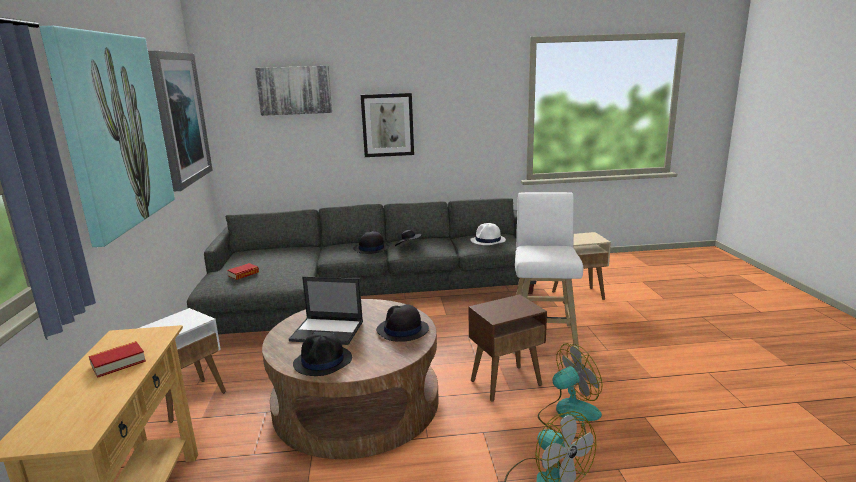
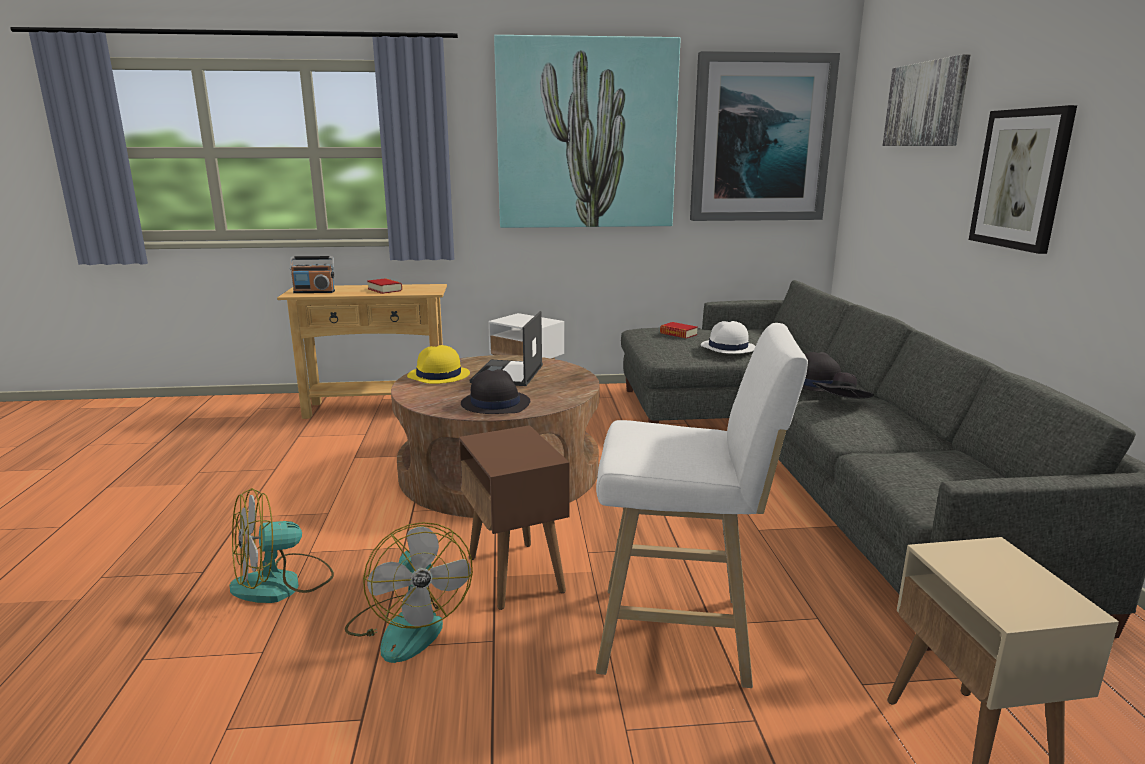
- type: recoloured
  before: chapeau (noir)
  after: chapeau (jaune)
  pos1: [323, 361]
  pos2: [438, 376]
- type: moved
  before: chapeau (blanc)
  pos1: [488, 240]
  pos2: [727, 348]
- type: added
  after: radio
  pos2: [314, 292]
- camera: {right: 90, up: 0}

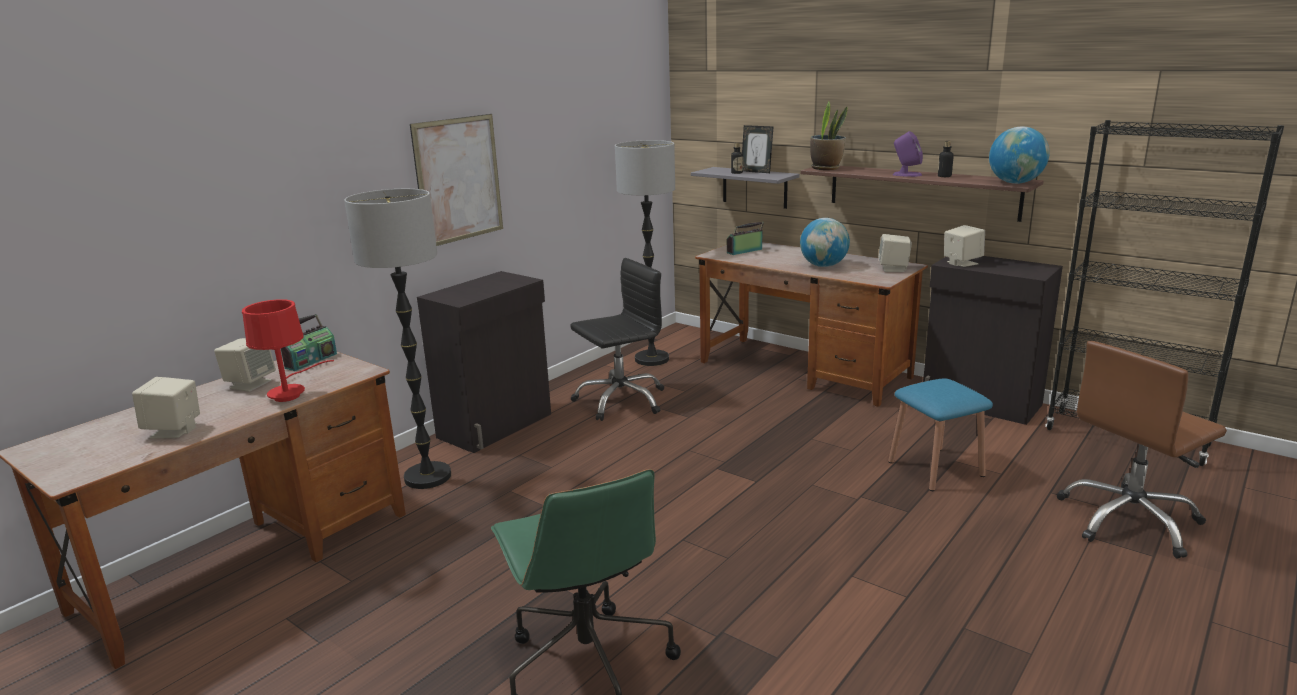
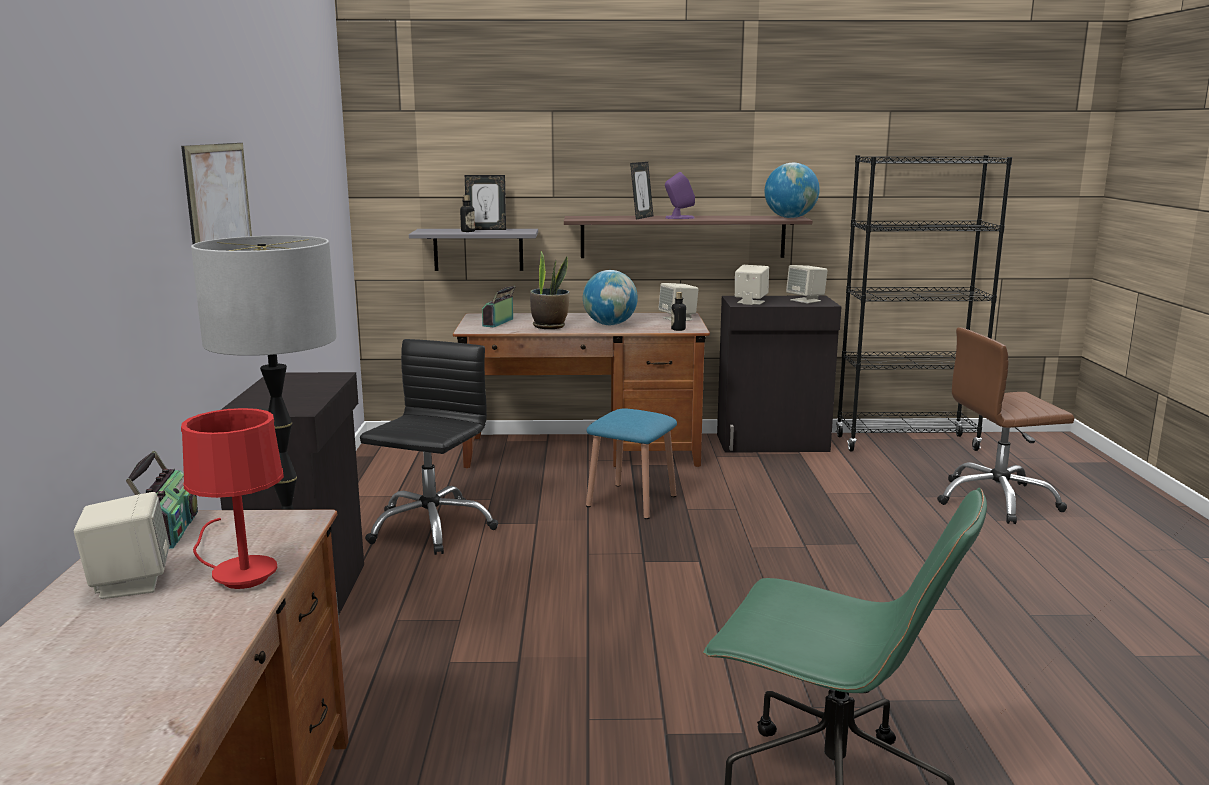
- type: moved
  before: enceinte (beige)
  pos1: [174, 431]
  pos2: [806, 300]
- type: removed
  before: lampadaire
  pos1: [652, 359]
- type: moved
  before: plante en pot
  pos1: [826, 168]
  pos2: [549, 326]
- type: moved
  before: tabouret (bleu)
  pos1: [935, 468]
  pos2: [631, 501]
- type: moved
  before: bouteille
  pos1: [944, 176]
  pos2: [678, 329]
- type: turned
  before: chaise de bureau (marron)
  pos1: [1129, 520]
  pos2: [997, 500]
  turn: 60
- type: added
  after: cadre photo
  pos2: [641, 217]
- camera: {right: -40, up: -5}

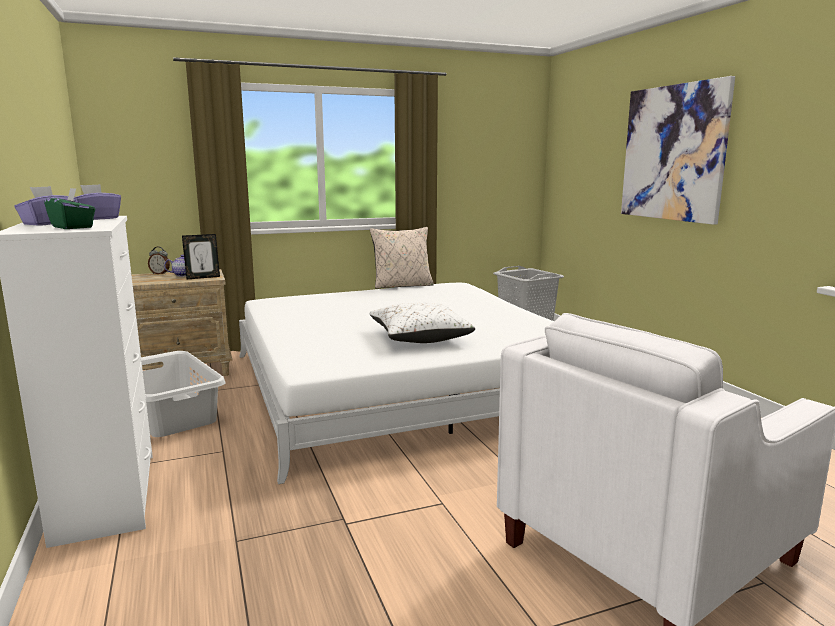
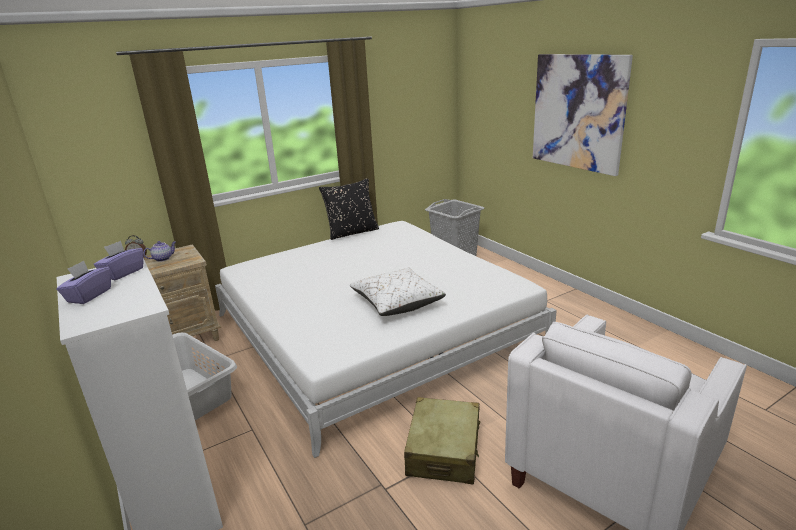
- type: removed
  before: boîte à mouchoirs (vert)
  pos1: [73, 227]
- type: removed
  before: cadre photo
  pos1: [203, 277]
- type: recoloured
  before: coussin (beige)
  after: coussin (noir)
  pos1: [402, 285]
  pos2: [352, 232]
- type: added
  after: valise (beige)
  pos2: [444, 450]
- camera: {right: -10, up: 10}

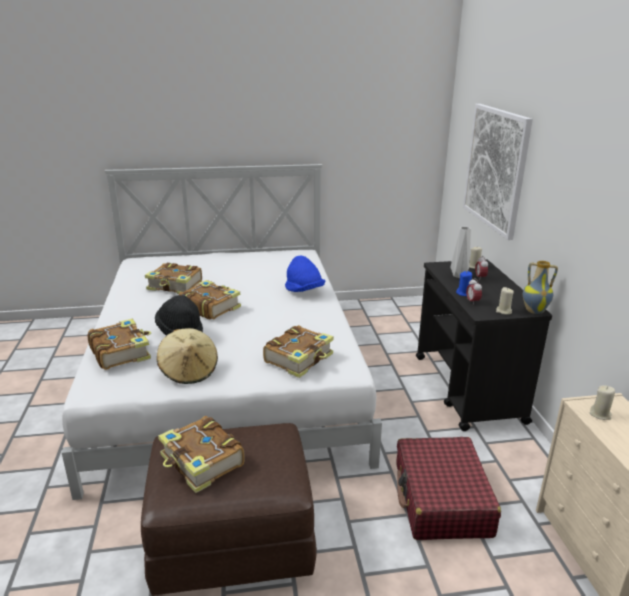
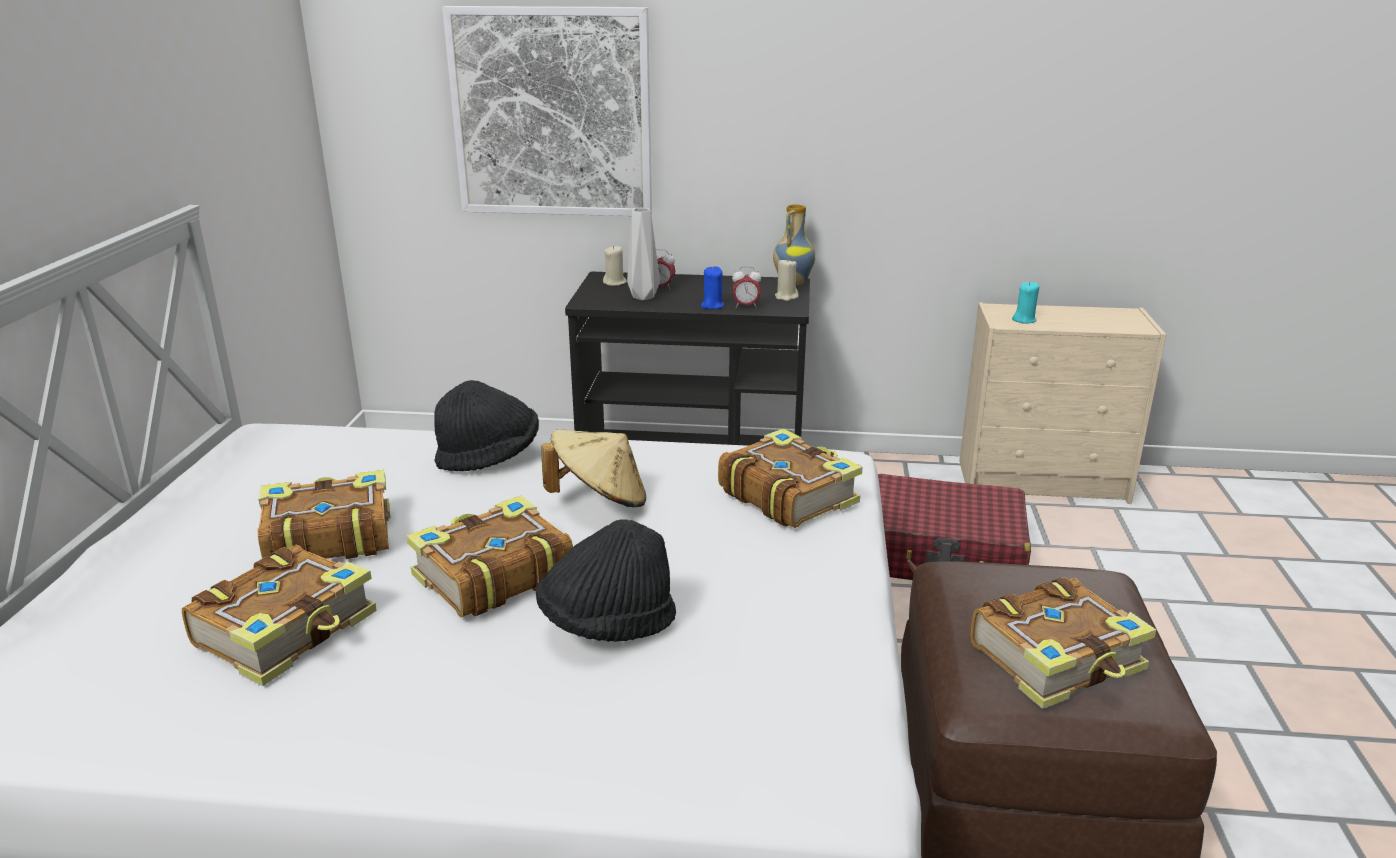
- type: moved
  before: livre
  pos1: [121, 352]
  pos2: [327, 537]
- type: moved
  before: chapeau (beige)
  pos1: [189, 371]
  pos2: [599, 500]
- type: recoloured
  before: chapeau (bleu)
  after: chapeau (noir)
  pos1: [304, 291]
  pos2: [489, 457]
- type: recoloured
  before: bougie (beige)
  after: bougie (turquoise)
  pos1: [600, 414]
  pos2: [1024, 320]
- camera: {right: -75, up: 0}

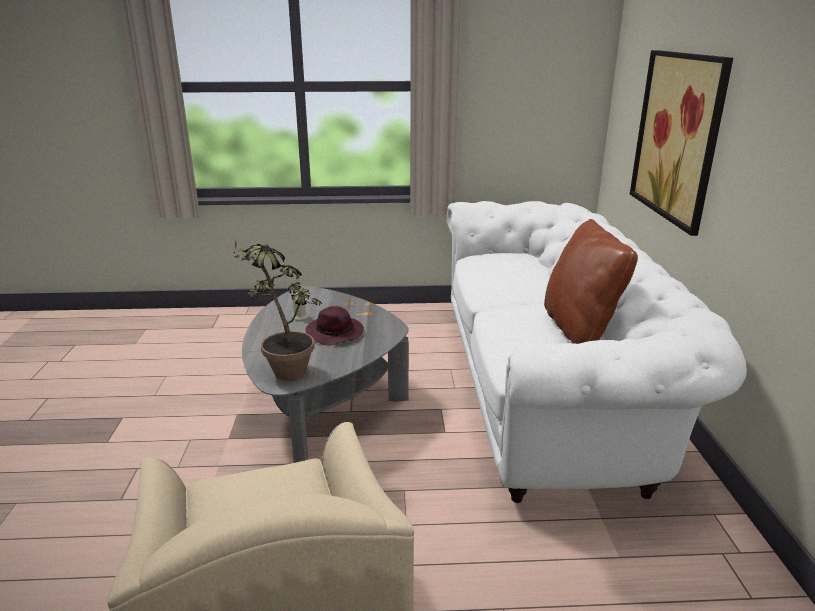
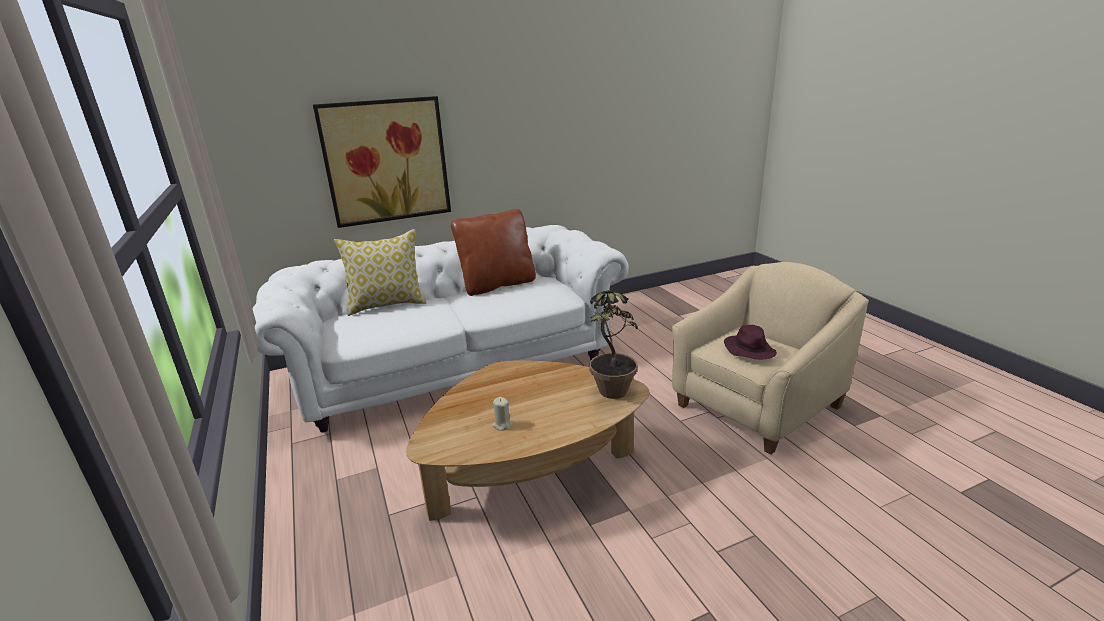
- type: recoloured
  before: table basse (gris)
  after: table basse (marron)
  pos1: [323, 400]
  pos2: [531, 473]
- type: moved
  before: chapeau (violet)
  pos1: [336, 333]
  pos2: [749, 350]
- type: added
  after: coussin
  pos2: [387, 305]
- camera: {right: -110, up: 0}

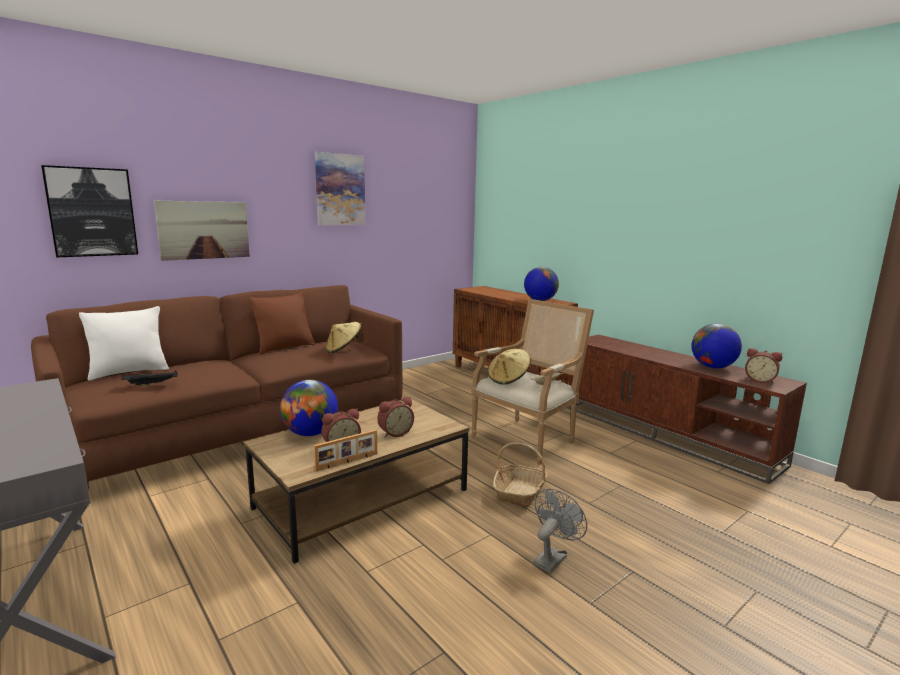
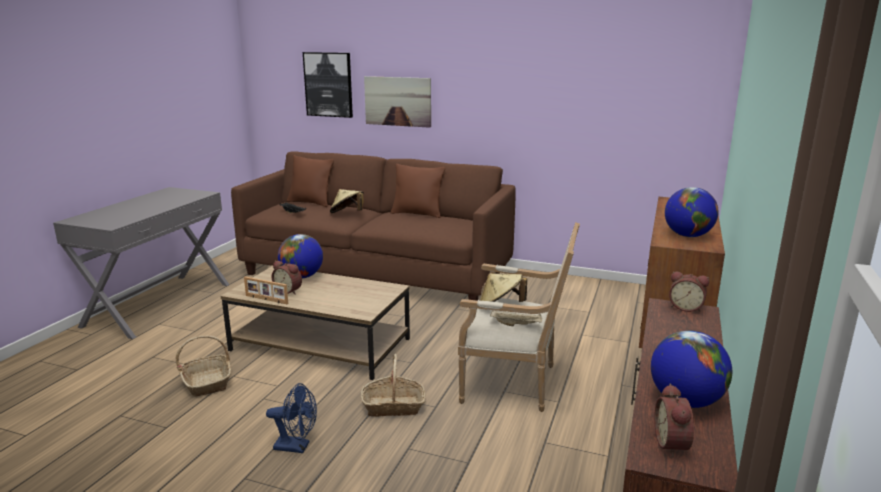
- type: recoloured
  before: coussin (blanc)
  after: coussin (marron)
  pos1: [129, 372]
  pos2: [311, 202]
- type: removed
  before: tableau
  pos1: [340, 190]
- type: moved
  before: chapeau (beige)
  pos1: [343, 350]
  pos2: [347, 213]
- type: moved
  before: réveil
  pos1: [394, 433]
  pos2: [686, 307]
- type: recoloured
  before: ventilateur (gris)
  after: ventilateur (bleu)
  pos1: [552, 557]
  pos2: [297, 447]
- type: added
  after: panier
  pos2: [207, 382]
- camera: {right: 60, up: 5}

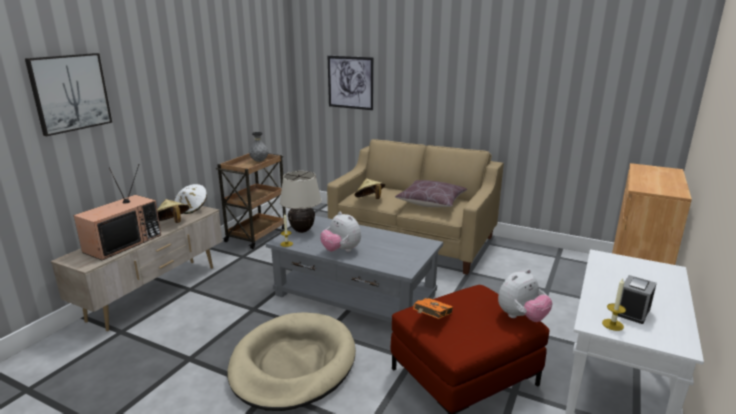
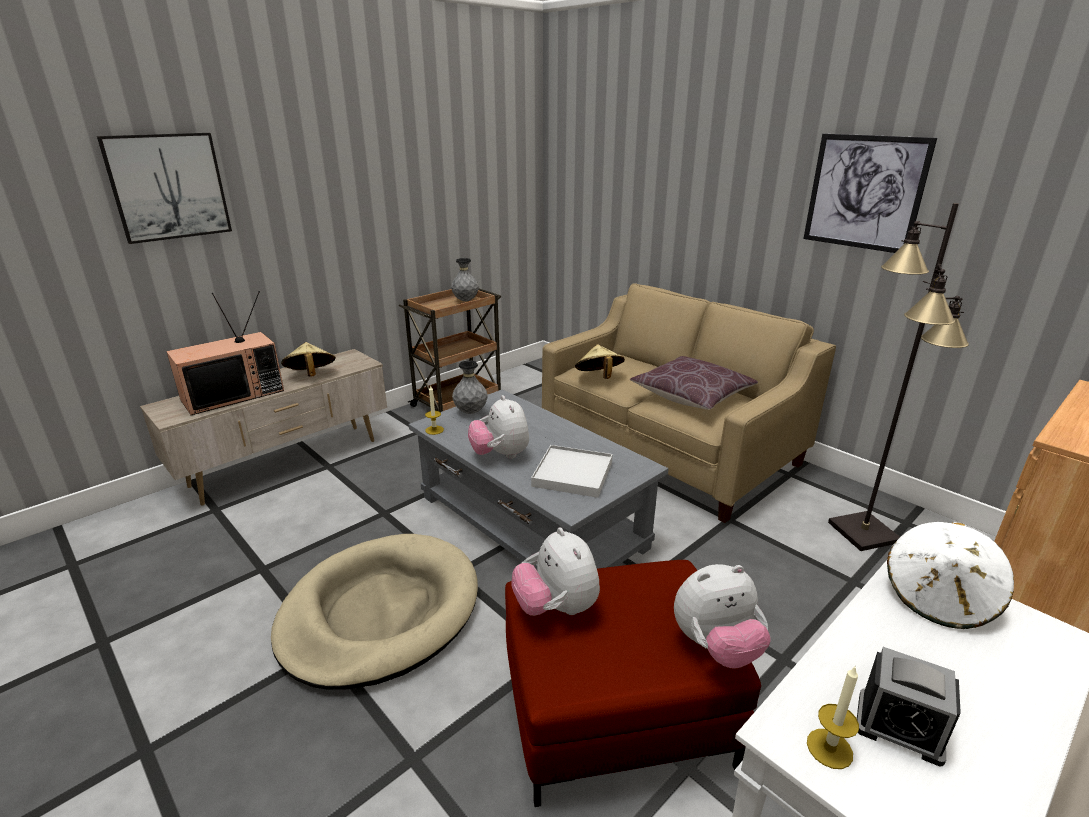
- type: moved
  before: chapeau (blanc)
  pos1: [192, 209]
  pos2: [939, 598]
- type: replaced
  before: lampe de table (beige)
  after: vase (gris)
  pos1: [302, 230]
  pos2: [470, 412]
- type: moved
  before: tableau
  pos1: [350, 82]
  pos2: [864, 192]
- type: replaced
  before: livre (orange)
  after: peluche
  pos1: [431, 318]
  pos2: [556, 608]
- type: turned
  before: réveil
  pos1: [633, 311]
  pos2: [899, 727]
  turn: -120
- type: added
  after: plateau (blanc)
  pos2: [572, 474]
- type: added
  after: lampadaire (noir)
  pos2: [863, 531]
- camera: {right: 20, up: 5}

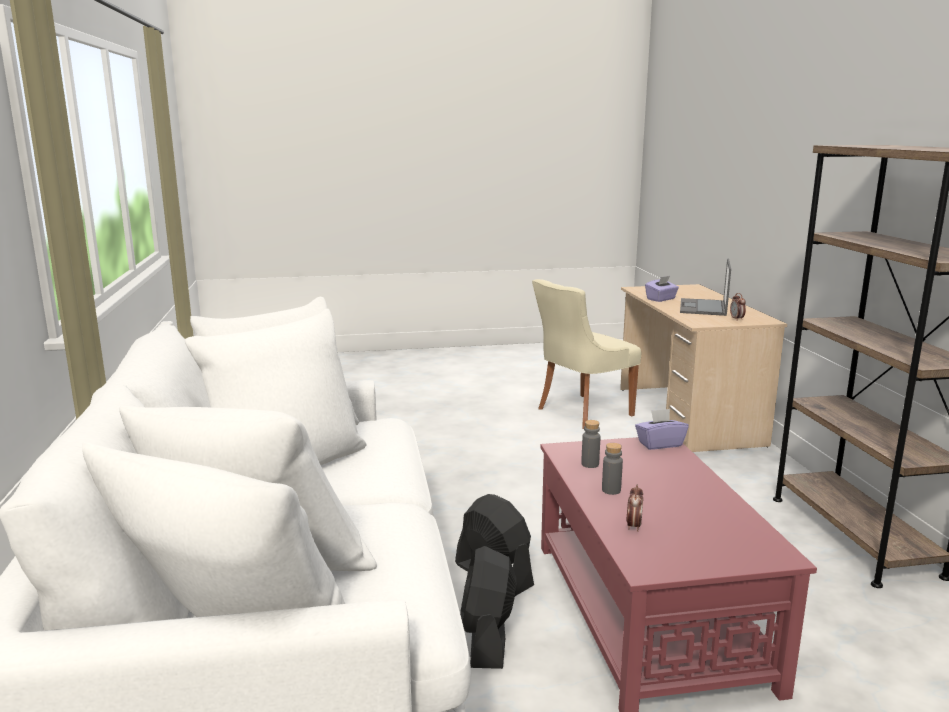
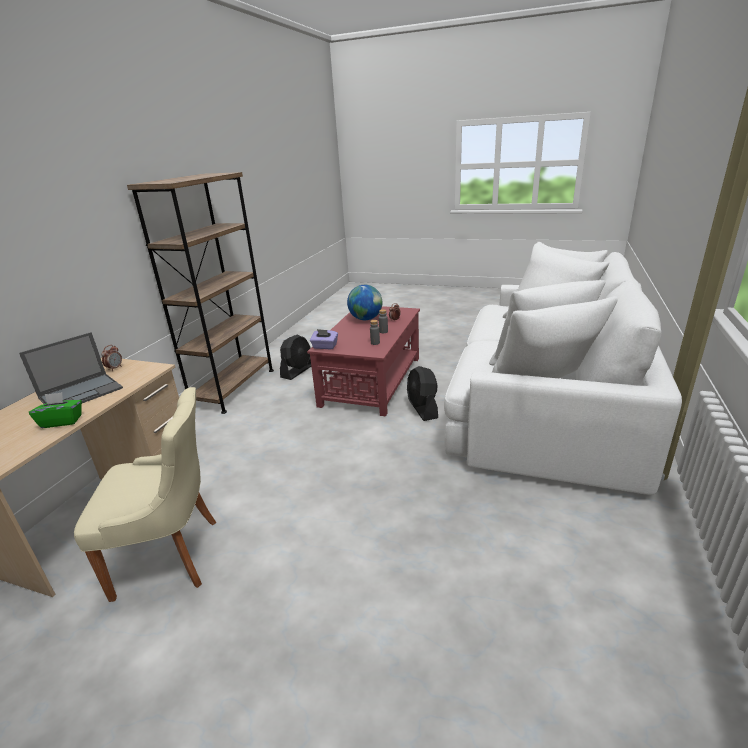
- type: moved
  before: ventilateur (noir)
  pos1: [487, 638]
  pos2: [297, 371]
- type: recoloured
  before: boîte à mouchoirs (violet)
  after: boîte à mouchoirs (vert)
  pos1: [661, 299]
  pos2: [62, 421]
- type: added
  after: globe
  pos2: [366, 319]
- camera: {right: -150, up: 10}

